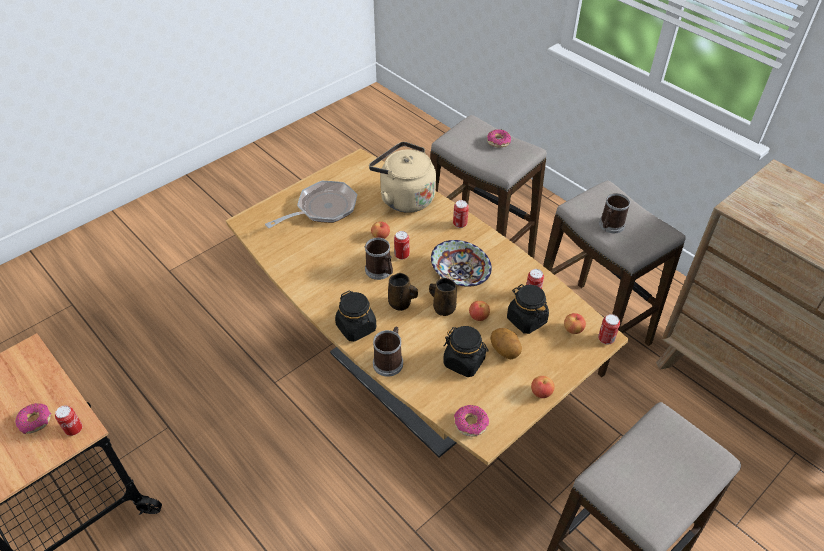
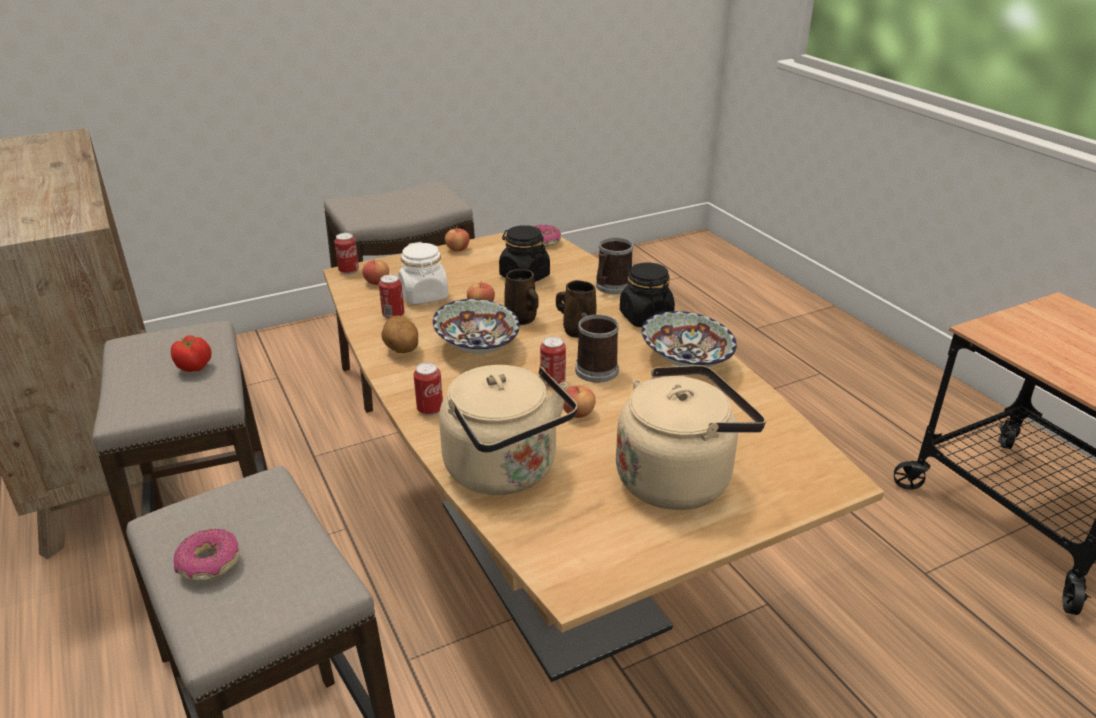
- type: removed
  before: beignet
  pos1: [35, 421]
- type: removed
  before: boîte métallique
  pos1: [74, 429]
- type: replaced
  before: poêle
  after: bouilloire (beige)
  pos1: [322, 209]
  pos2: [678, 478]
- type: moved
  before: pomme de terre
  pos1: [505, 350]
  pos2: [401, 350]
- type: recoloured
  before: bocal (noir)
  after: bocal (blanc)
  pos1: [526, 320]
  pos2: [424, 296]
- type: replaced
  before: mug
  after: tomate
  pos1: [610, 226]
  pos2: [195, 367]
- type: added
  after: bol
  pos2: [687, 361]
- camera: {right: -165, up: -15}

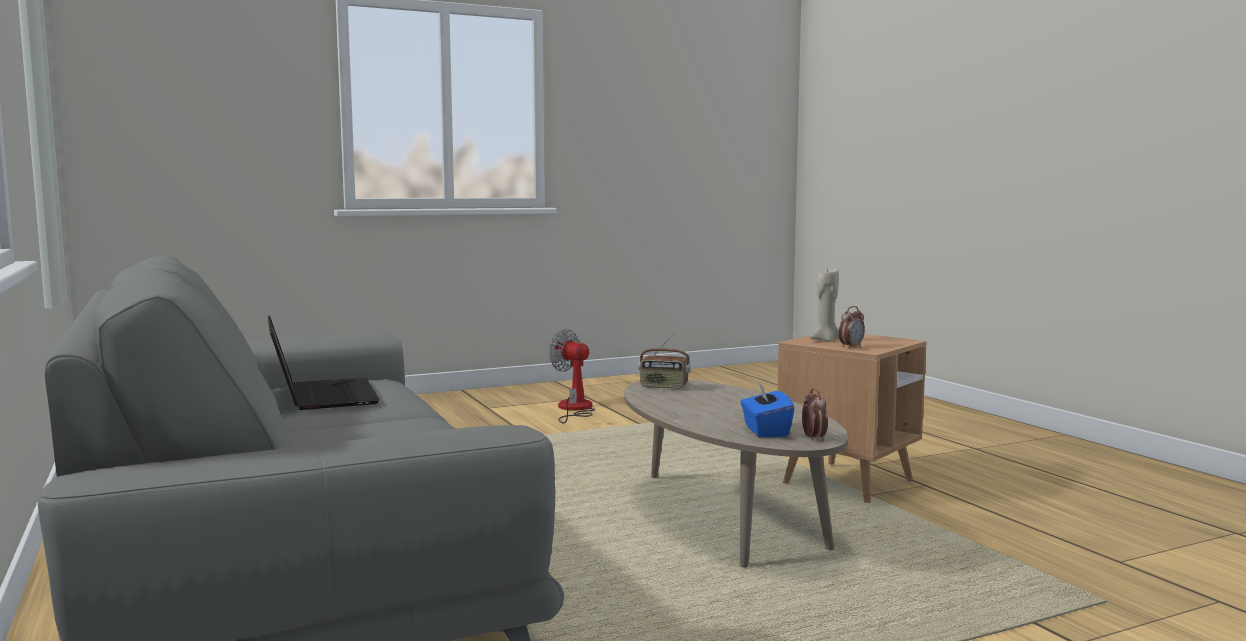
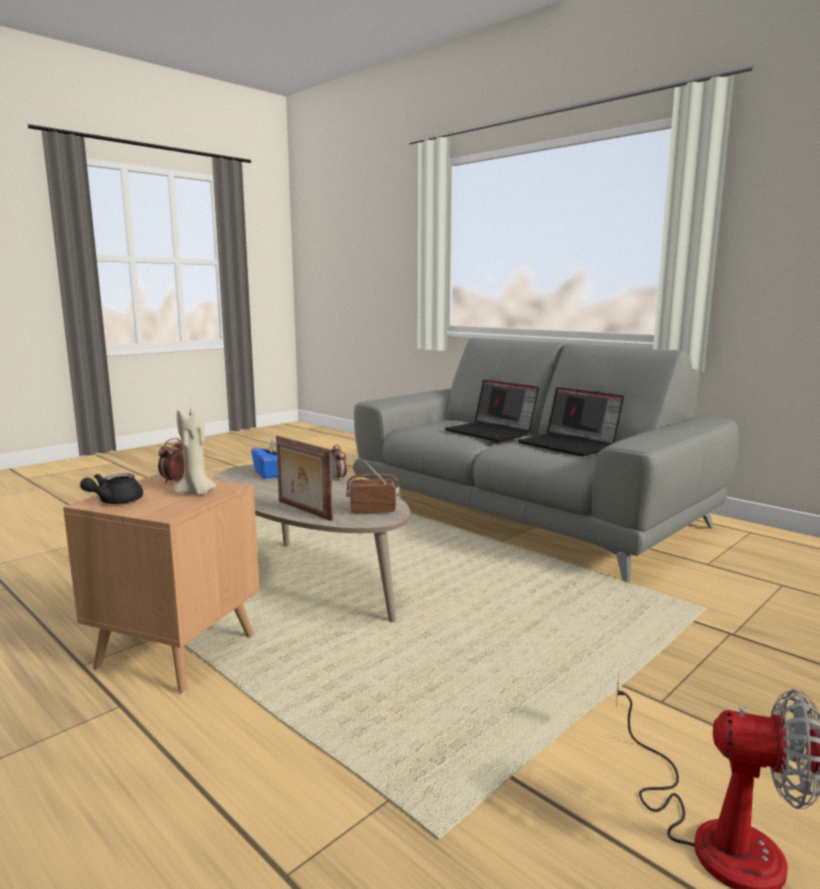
- type: moved
  before: réveil
  pos1: [813, 438]
  pos2: [338, 478]
- type: added
  after: théière (noir)
  pos2: [114, 502]
- type: added
  after: cadre photo
  pos2: [303, 510]
- type: added
  after: ordinateur portable
  pos2: [491, 432]
- camera: {right: 160, up: 5}

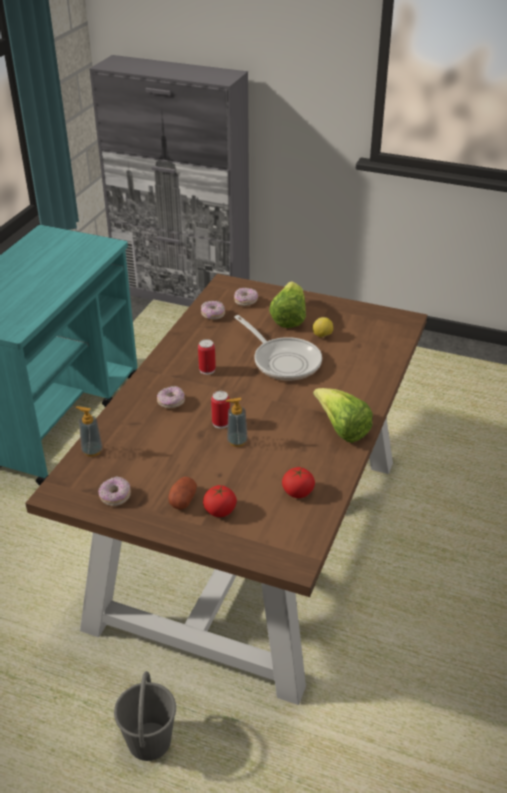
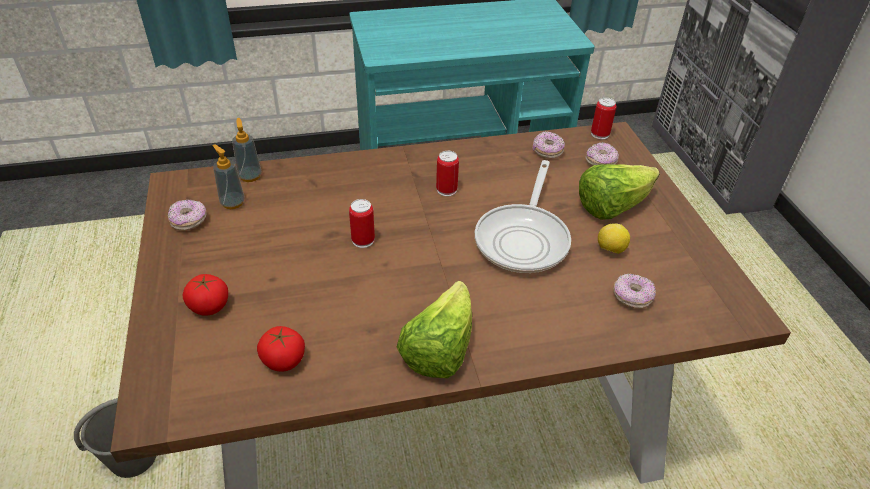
- type: moved
  before: beignet
  pos1: [171, 403]
  pos2: [632, 297]
- type: removed
  before: pomme de terre
  pos1: [182, 500]
- type: moved
  before: distributeur de savon
  pos1: [237, 441]
  pos2: [232, 203]
- type: added
  after: boîte métallique
  pos2: [600, 134]
- camera: {right: 55, up: 5}

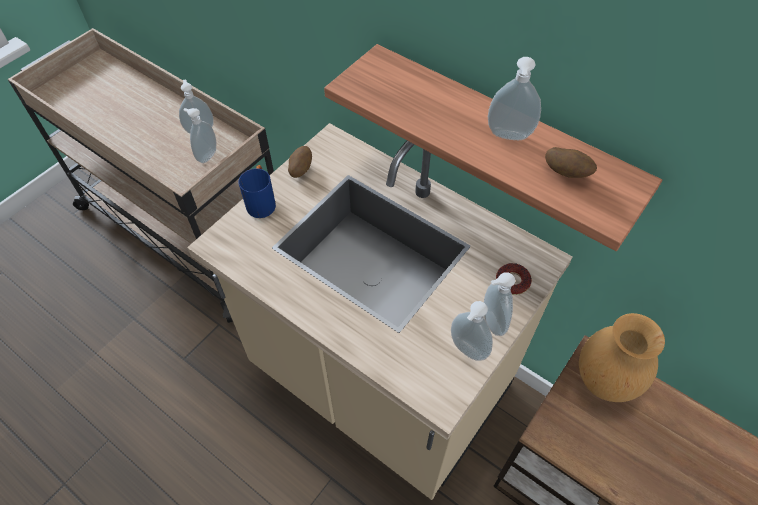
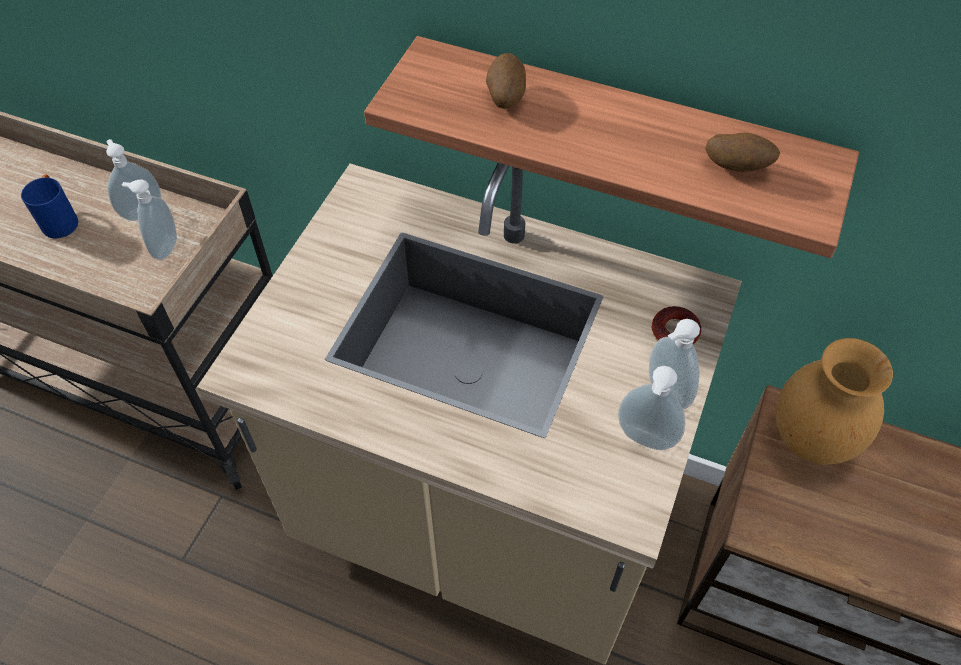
- type: moved
  before: mug (bleu)
  pos1: [261, 202]
  pos2: [60, 220]
- type: moved
  before: pomme de terre
  pos1: [300, 169]
  pos2: [505, 97]
- type: removed
  before: distributeur de savon
  pos1: [508, 136]
- camera: {right: -15, up: 0}

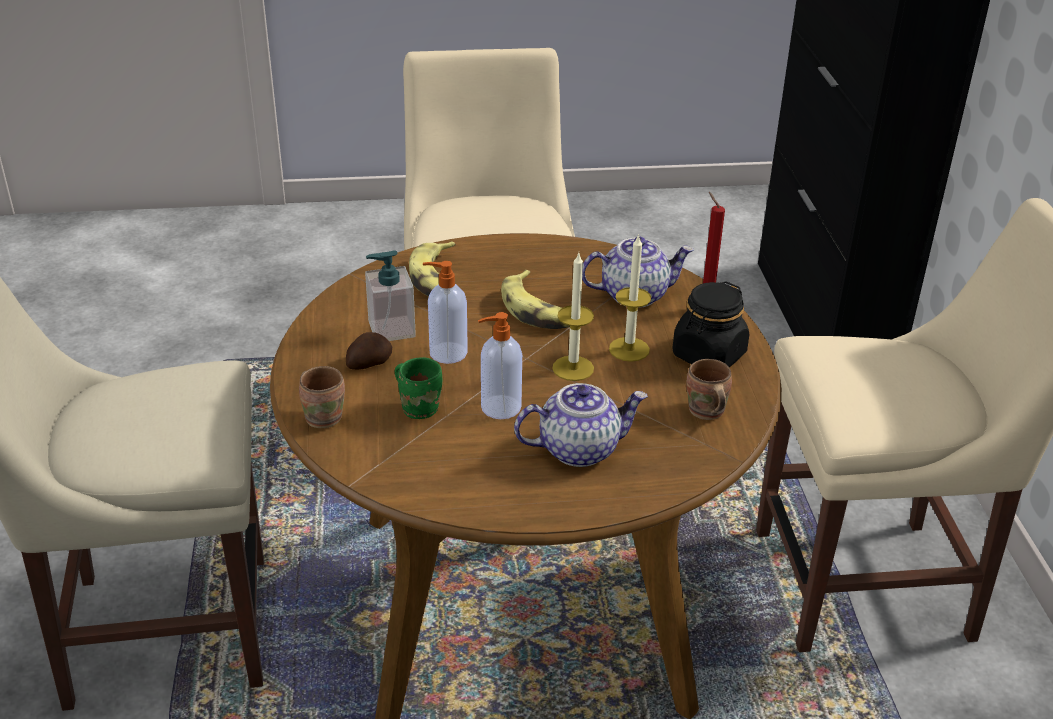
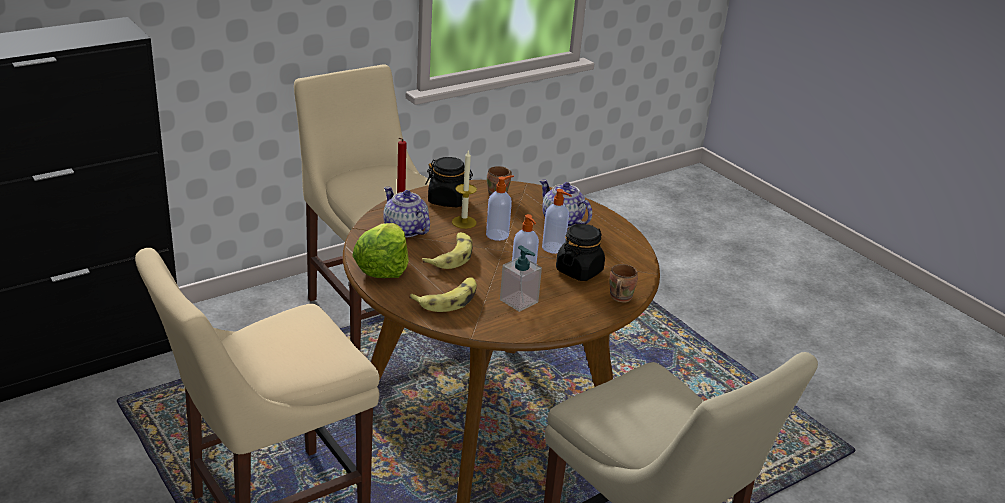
- type: removed
  before: pomme de terre
  pos1: [368, 363]
- type: replaced
  before: mug (vert)
  after: bocal (noir)
  pos1: [420, 407]
  pos2: [579, 271]
- type: replaced
  before: bougie
  after: distributeur de savon
  pos1: [573, 368]
  pos2: [498, 235]
- type: added
  after: laitue
  pos2: [382, 267]
- camera: {right: -120, up: -5}

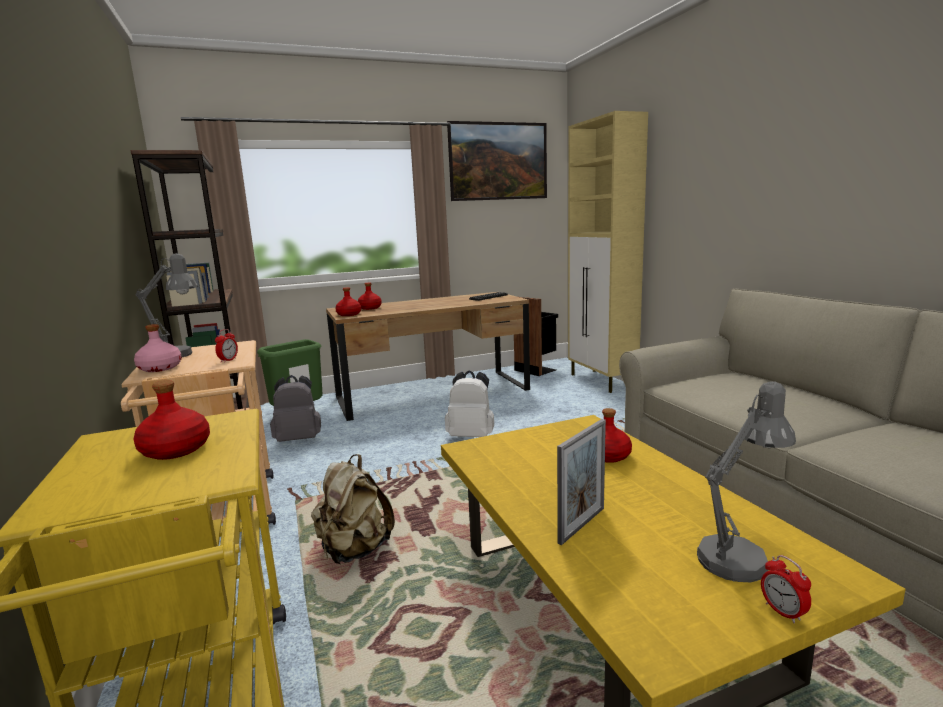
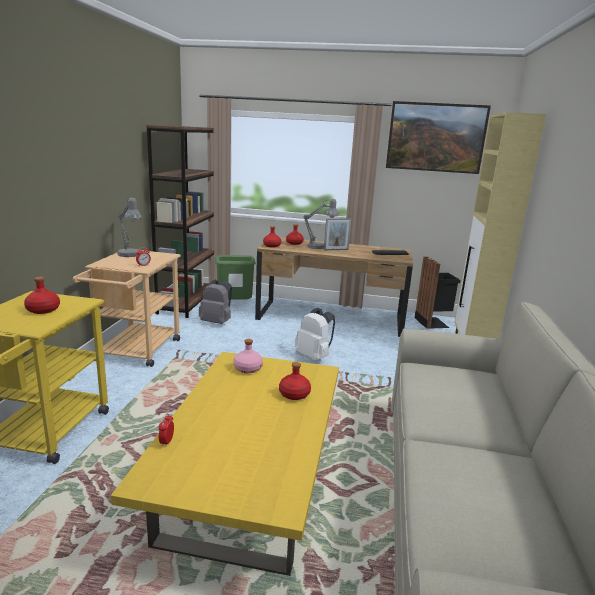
- type: moved
  before: bouteille (rose)
  pos1: [159, 368]
  pos2: [247, 368]
- type: removed
  before: sac à dos (beige)
  pos1: [354, 550]
- type: moved
  before: cadre photo
  pos1: [582, 525]
  pos2: [336, 250]
- type: moved
  before: lampe de table (gris)
  pos1: [739, 555]
  pos2: [320, 247]
- type: moved
  before: réveil
  pos1: [783, 612]
  pos2: [166, 442]
- camera: {right: 30, up: 5}

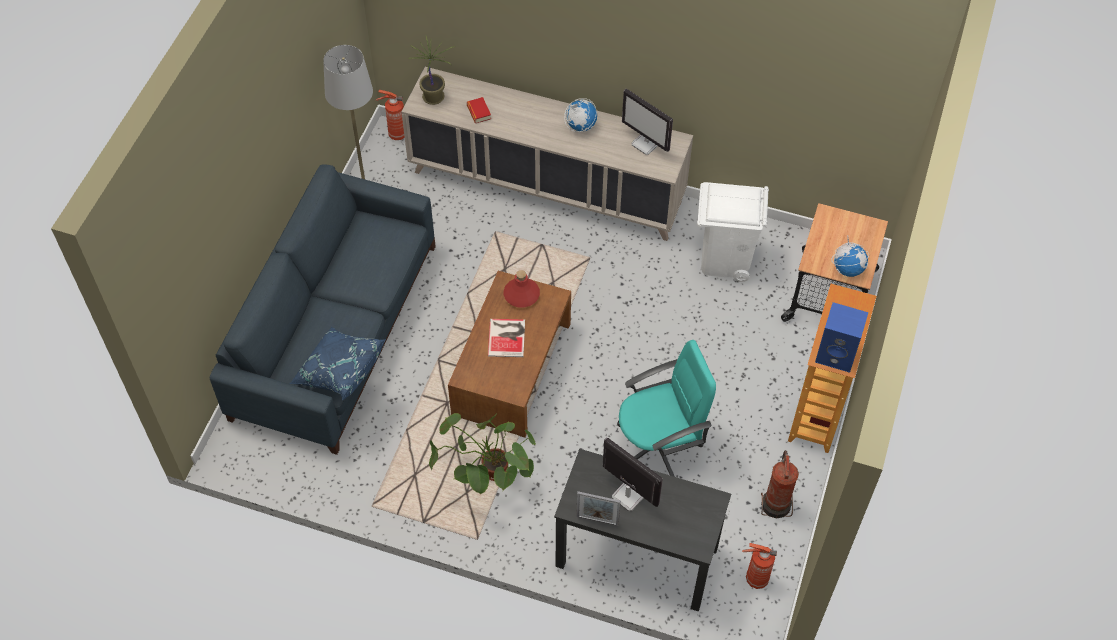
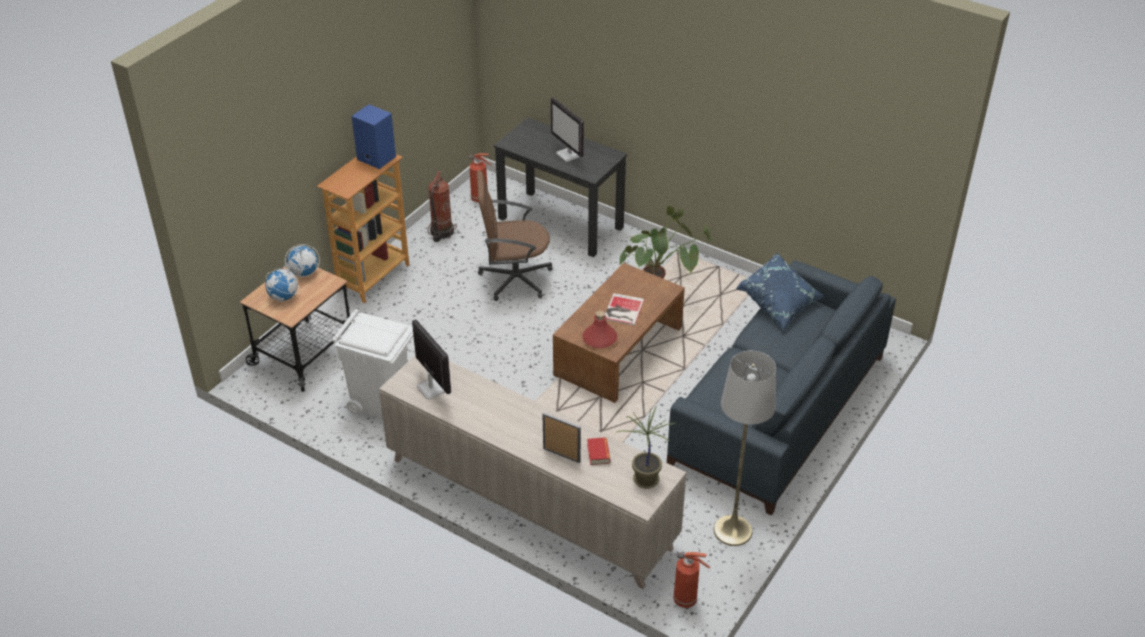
- type: moved
  before: globe
  pos1: [580, 126]
  pos2: [284, 297]
- type: moved
  before: cadre photo
  pos1: [597, 520]
  pos2: [561, 455]
- type: recoloured
  before: chaise de bureau (turquoise)
  after: chaise de bureau (marron)
  pos1: [658, 447]
  pos2: [514, 279]
- camera: {right: -165, up: -15}

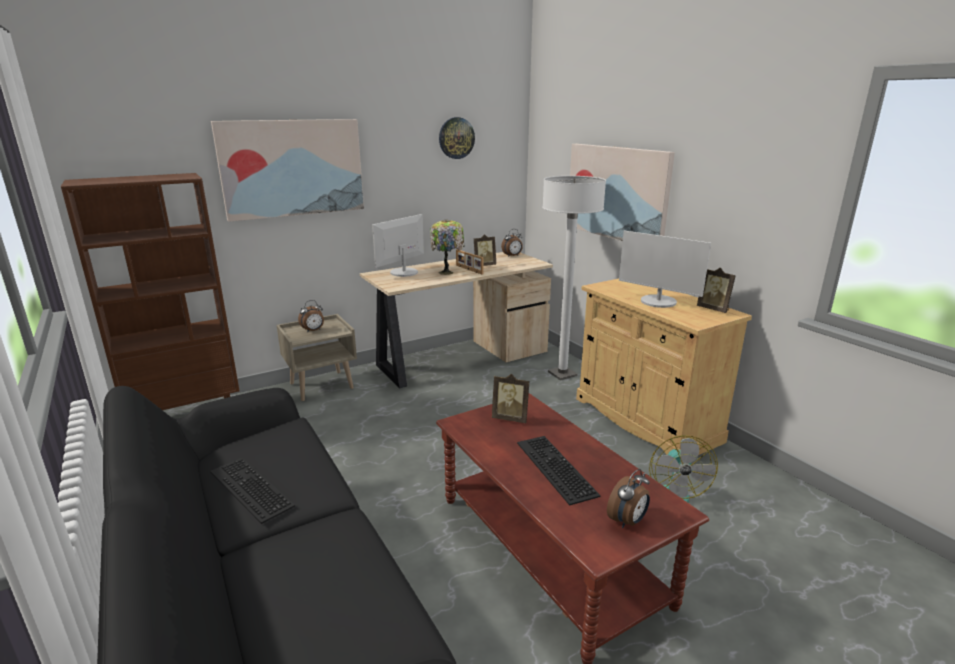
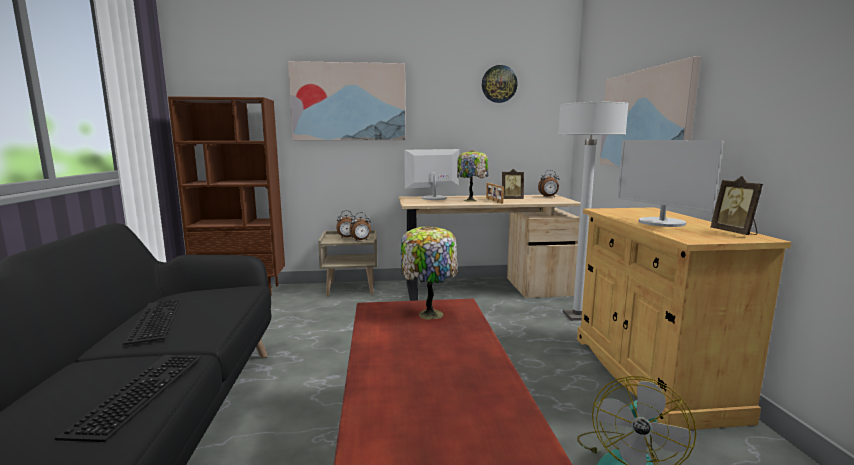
- type: replaced
  before: cadre photo
  after: lampe de table
  pos1: [510, 418]
  pos2: [429, 313]
- type: moved
  before: clavier
  pos1: [553, 467]
  pos2: [138, 391]
- type: moved
  before: réveil
  pos1: [628, 521]
  pos2: [361, 240]
- camera: {right: 25, up: -10}

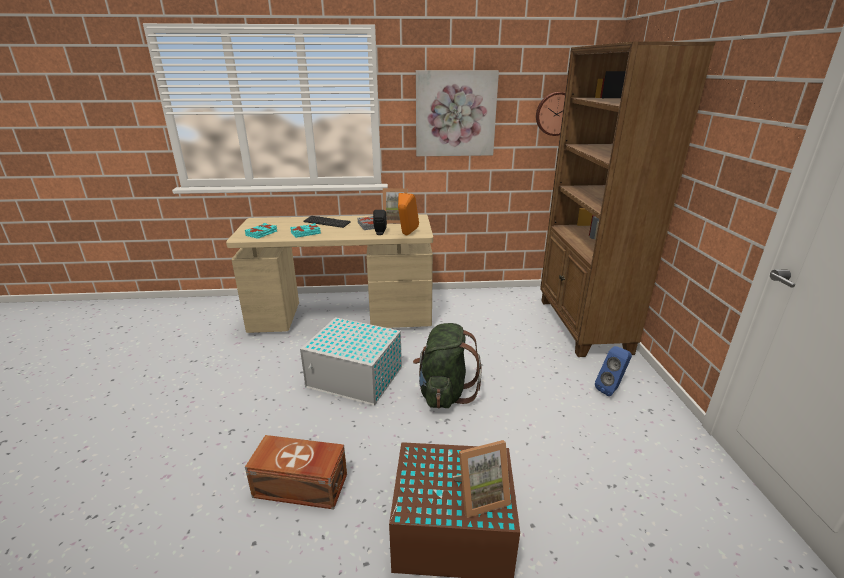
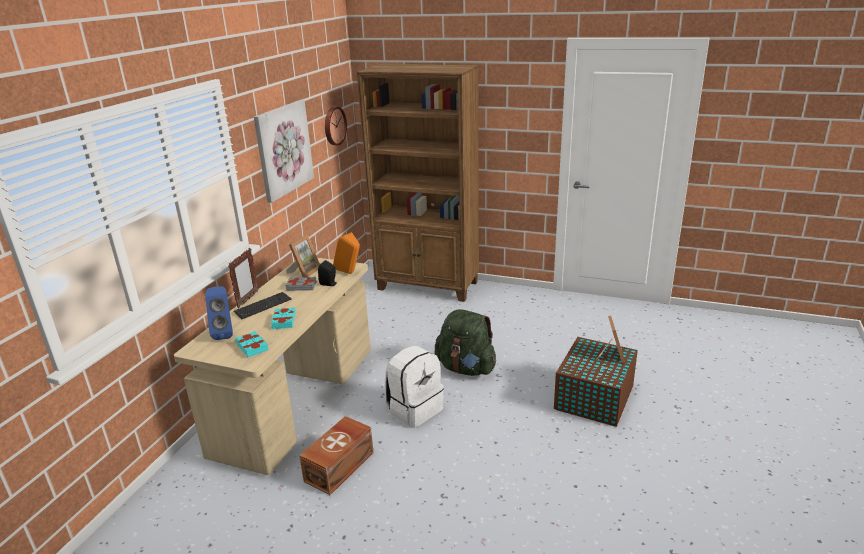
- type: moved
  before: boîte de rangement (marron)
  pos1: [301, 487]
  pos2: [341, 466]
- type: replaced
  before: boîte de rangement (blanc)
  after: sac à dos (blanc)
  pos1: [356, 378]
  pos2: [414, 409]
- type: moved
  before: enceinte (bleu)
  pos1: [611, 389]
  pos2: [224, 333]
- type: added
  after: cadre photo
  pos2: [247, 300]
- camera: {right: -65, up: 0}

